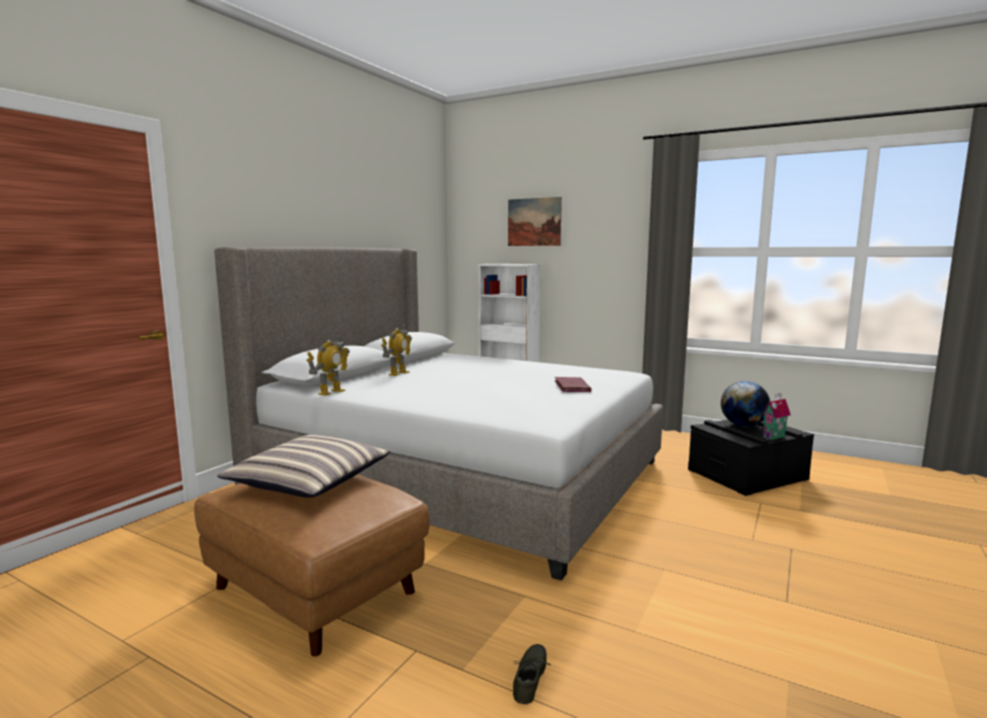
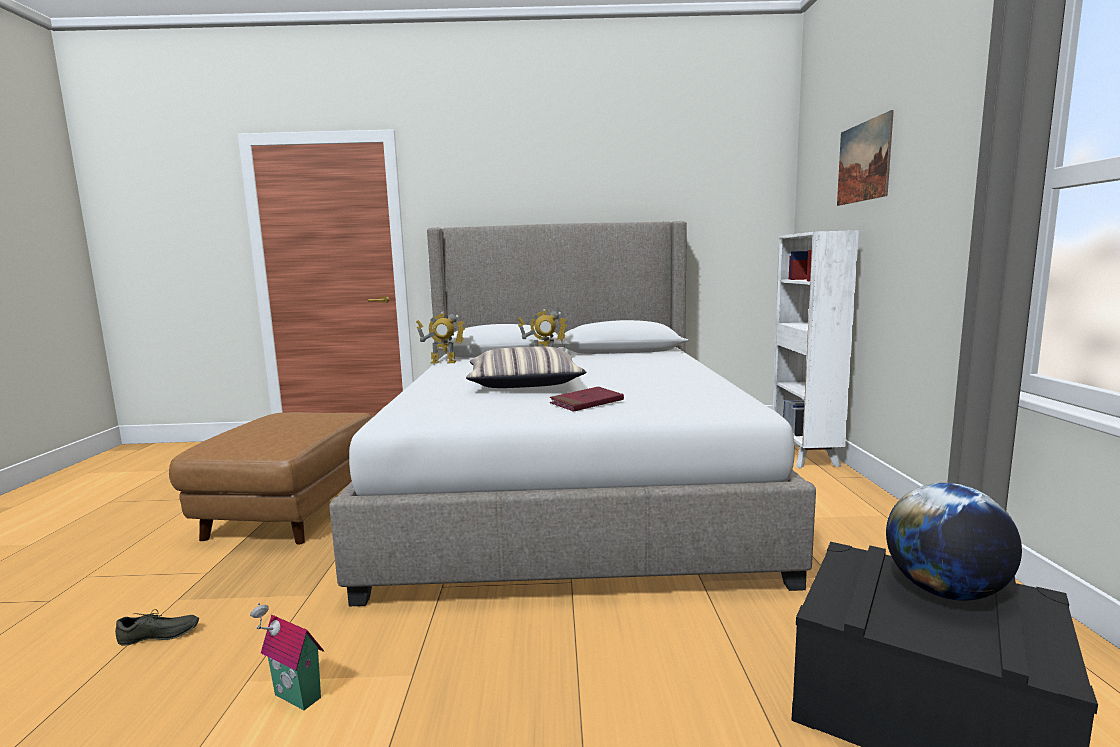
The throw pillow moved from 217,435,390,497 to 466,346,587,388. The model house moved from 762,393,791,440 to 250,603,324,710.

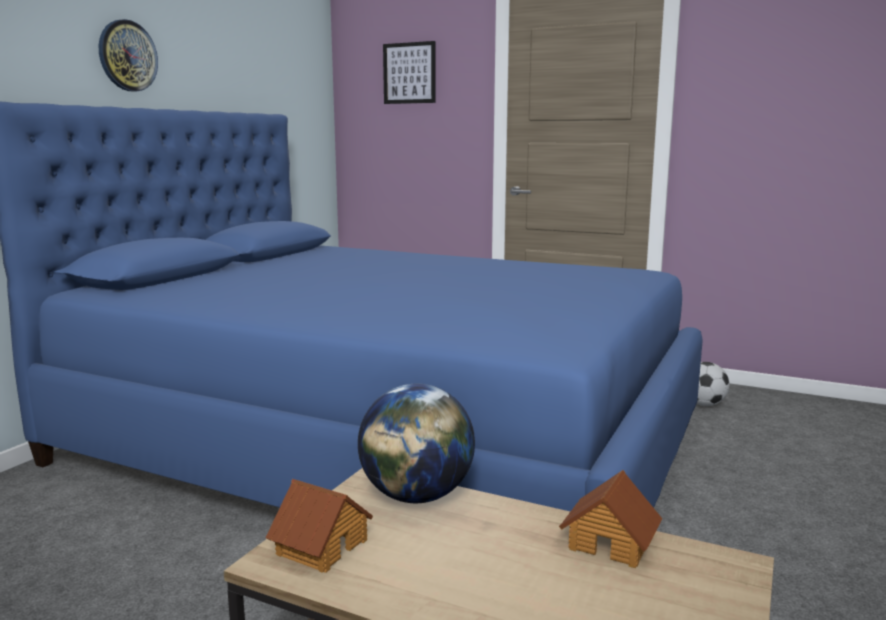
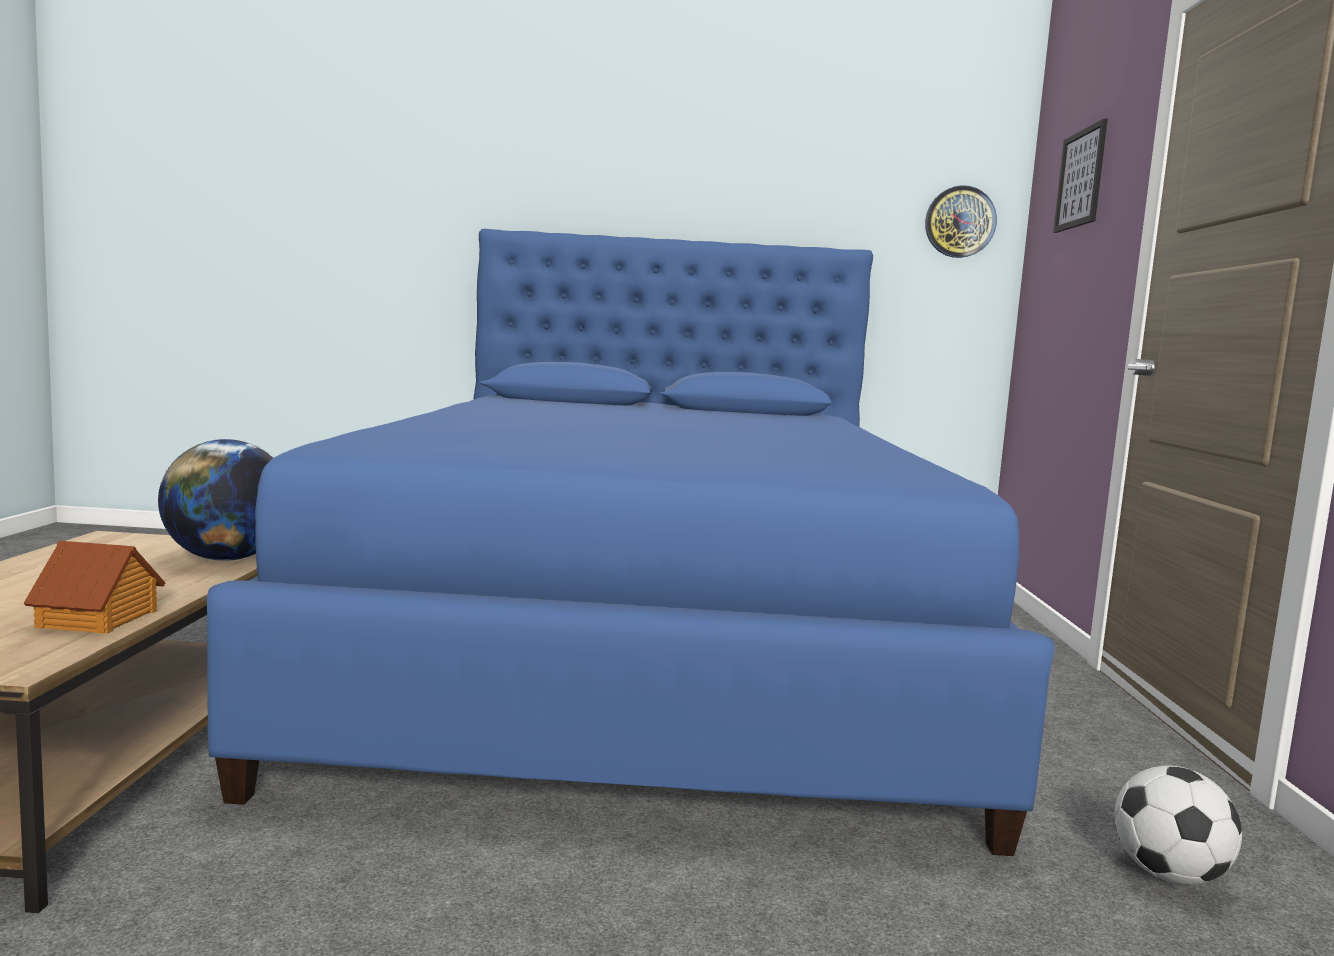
The hanging clock moved from 99,19,158,92 to 925,185,997,258. The model house at 266,479,373,573 disappeared.

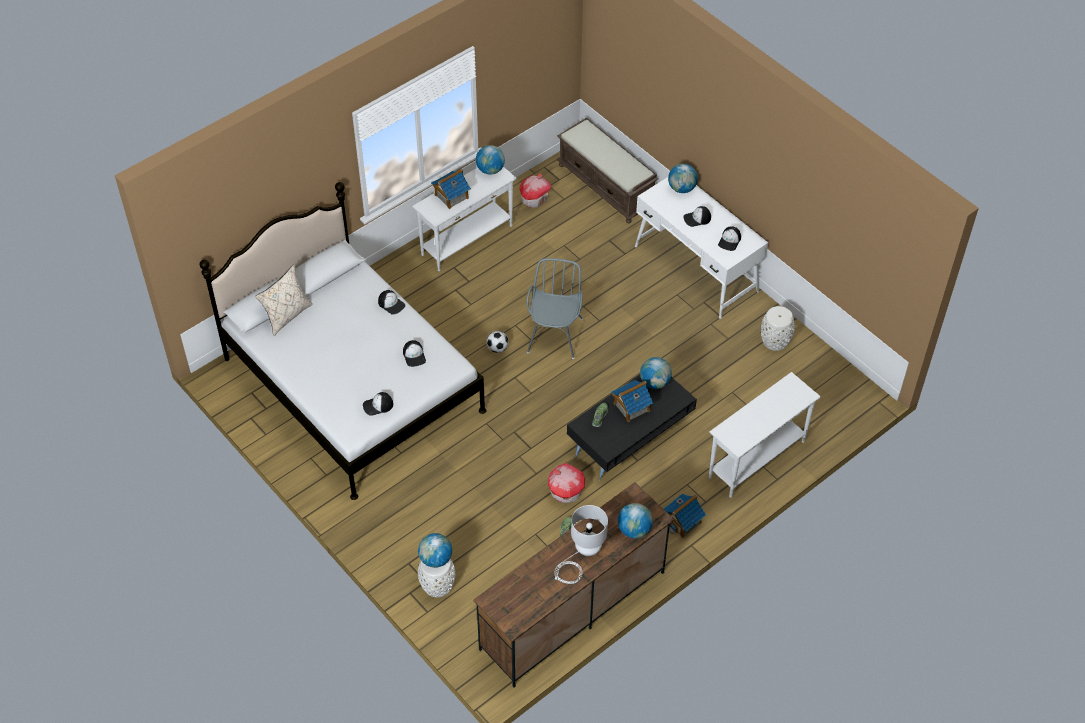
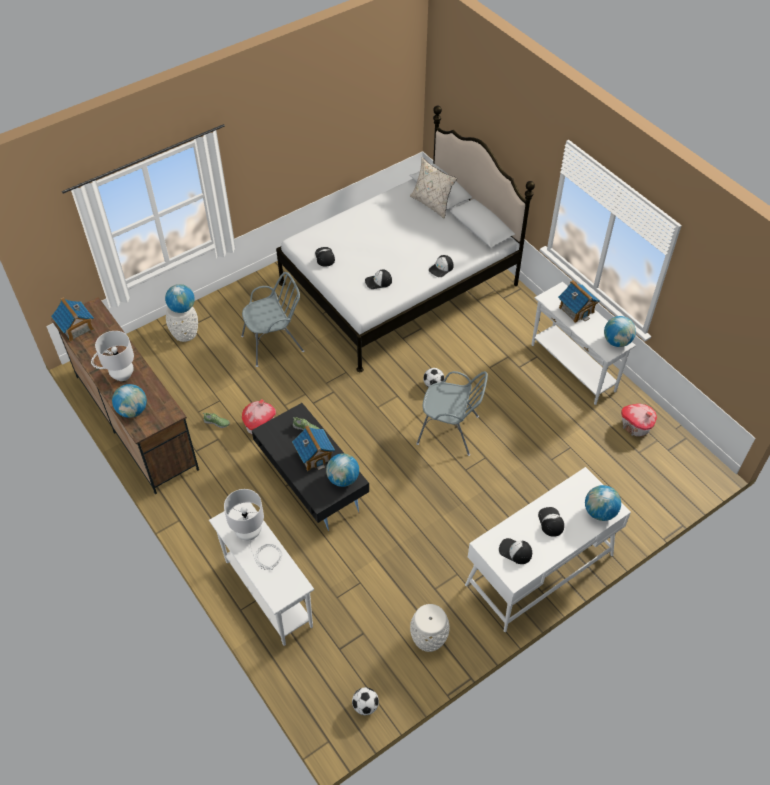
The indoor bench in brown at 557,117,658,223 disappeared. The model house moved from 663,494,706,538 to 51,298,94,342. The tabletop lamp in white at 224,489,282,570 appeared. The plain chair in gray at 241,272,304,367 appeared. The football ball at 352,687,379,715 appeared.

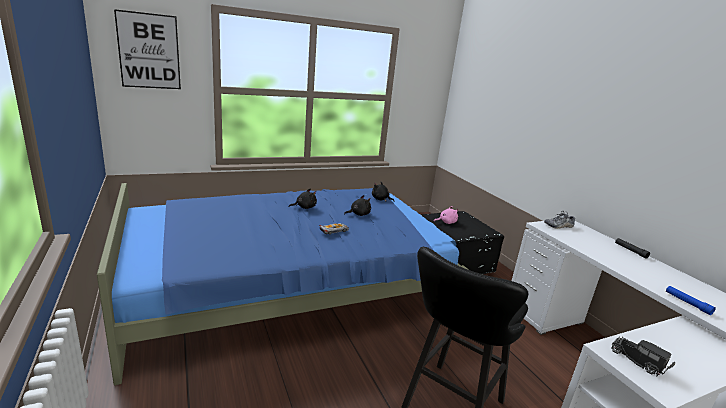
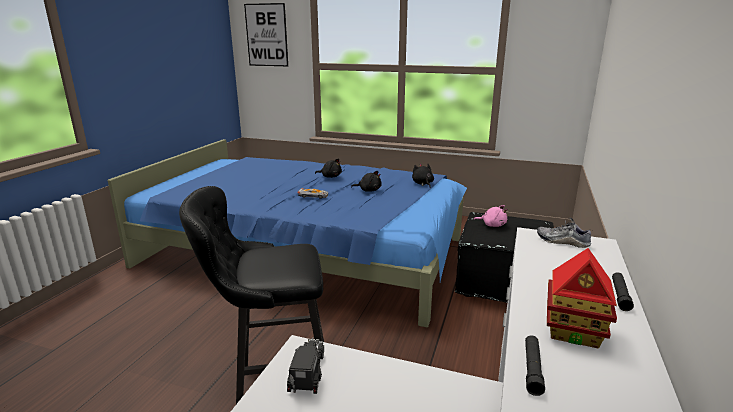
The flashlight in bluish at 666,286,716,315 became the flashlight in black-coloured at 525,335,545,396. The model house at 547,248,617,348 appeared.

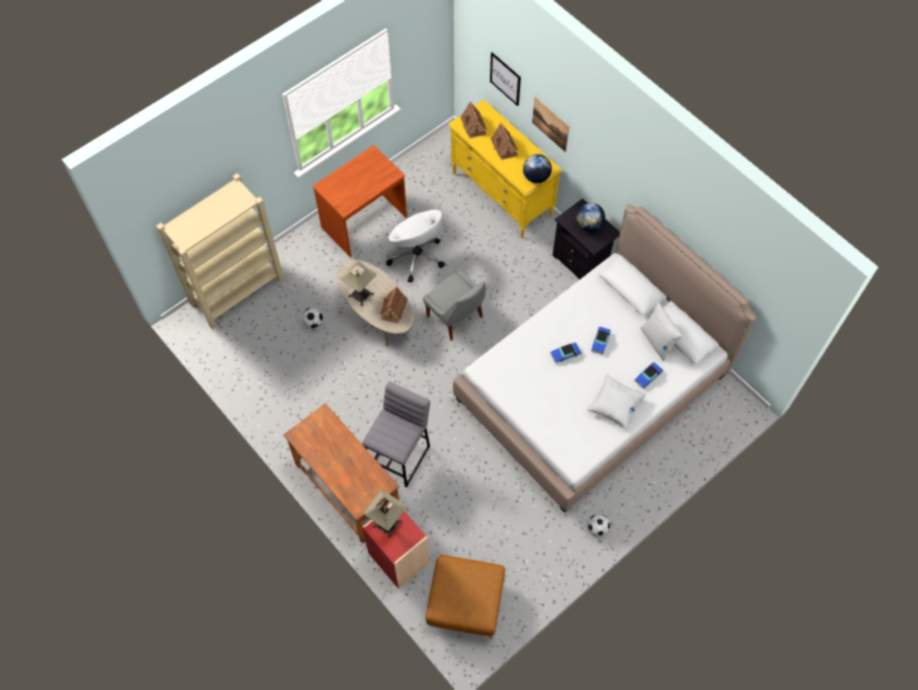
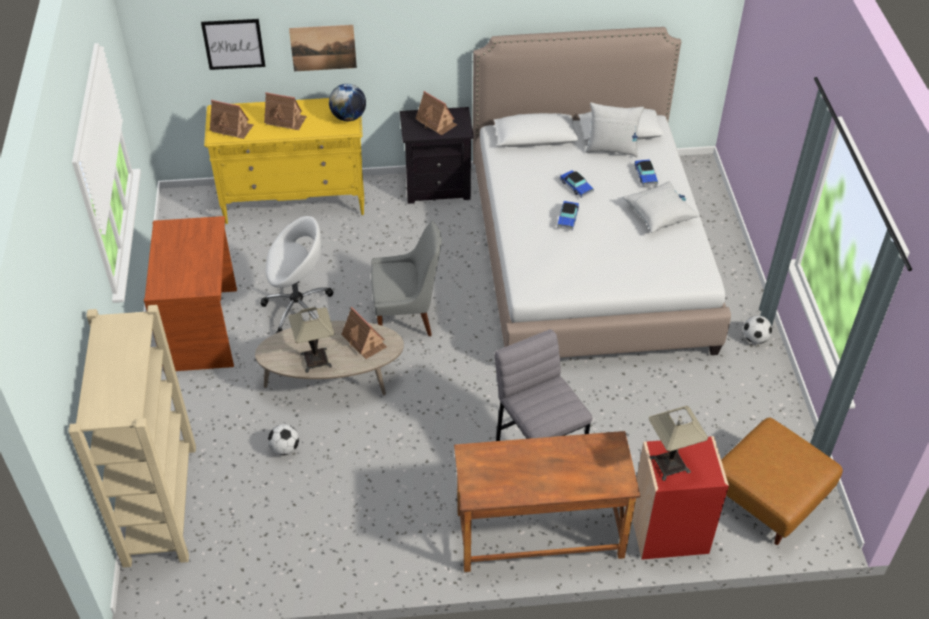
The desk globe at 576,203,605,232 was replaced by the model house at 415,91,457,135.

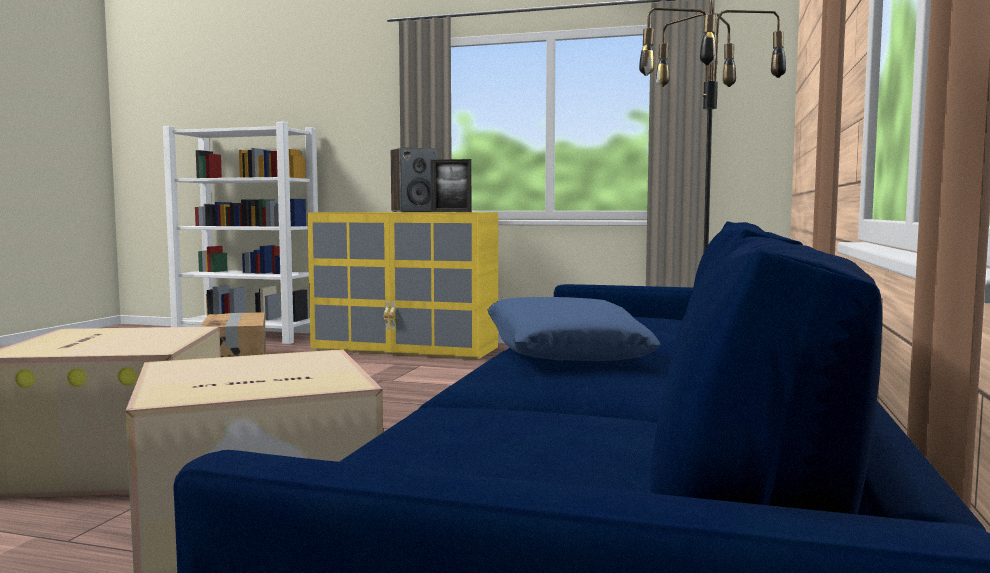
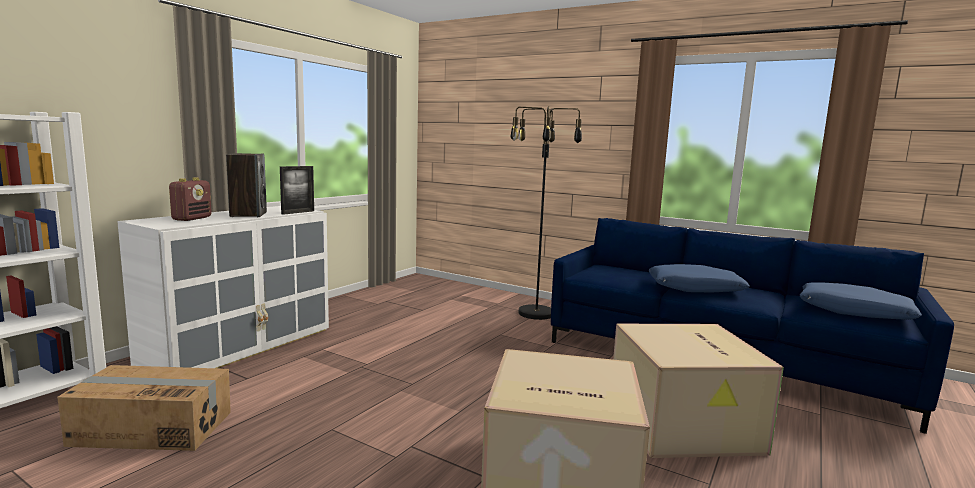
The cabinet in yellow at 307,212,498,360 became the cabinet in white at 117,206,329,368. The radio set at 169,177,212,221 appeared. The throw pillow in bluish at 800,282,922,320 appeared.

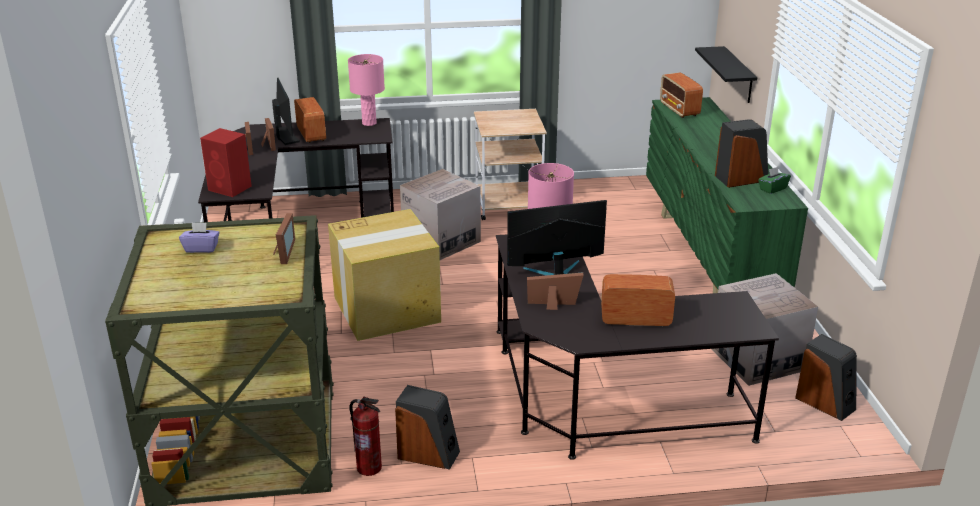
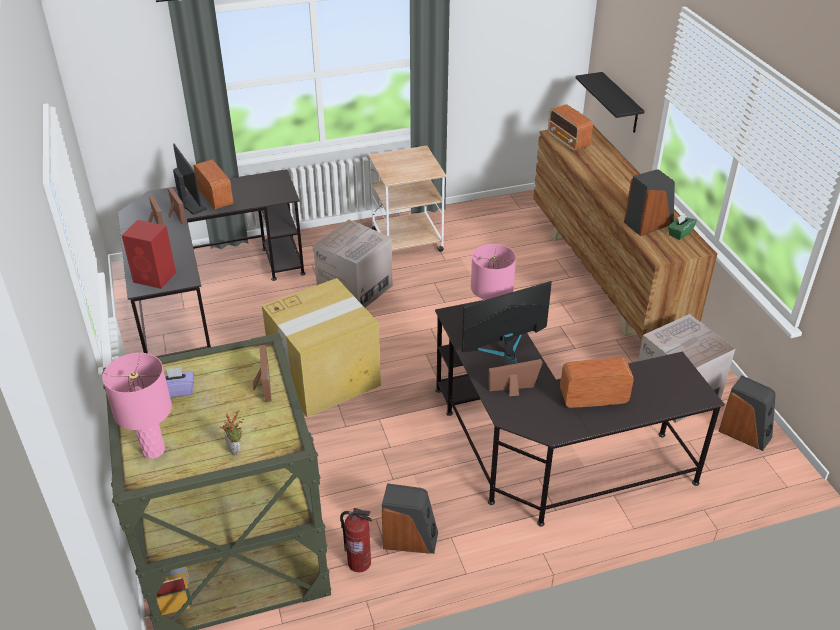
The tabletop lamp in pink moved from 348,54,385,126 to 102,353,172,459. The cabinet in green-coloured at 646,97,808,293 became the cabinet in brown at 533,125,717,340. The potted plant at 220,410,245,455 appeared.

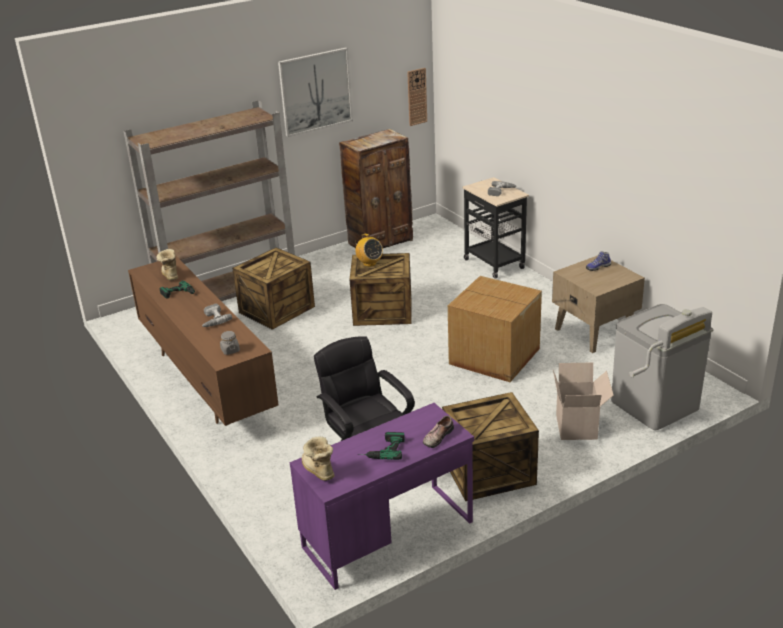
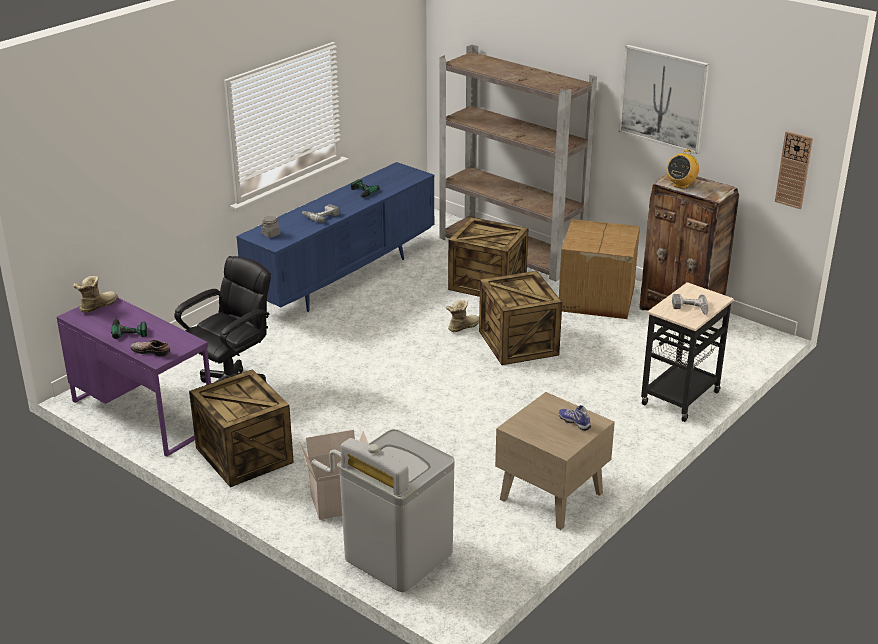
The cabinet in brown at 128,256,279,426 became the cabinet in bluish at 236,162,434,312. The boot moved from 157,249,178,280 to 446,300,479,332. The radio set moved from 355,234,383,267 to 667,149,699,188. The cardboard box moved from 448,276,542,382 to 559,219,640,319.

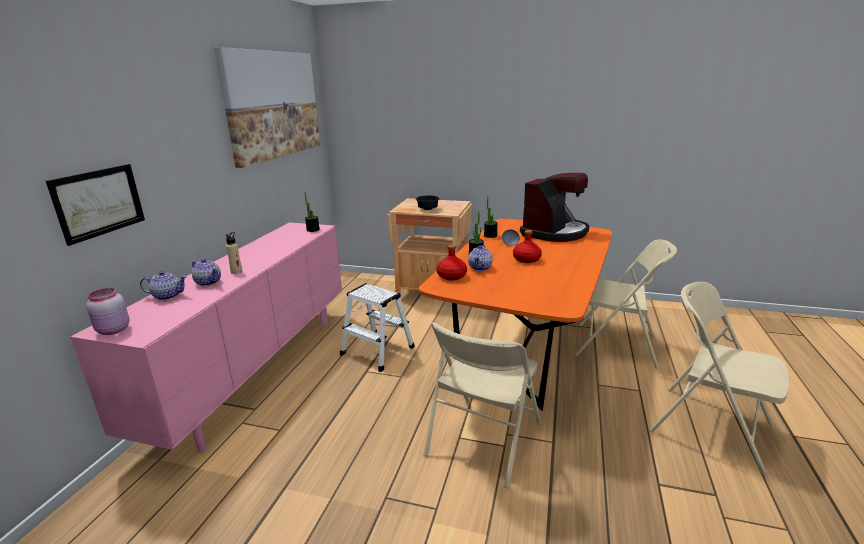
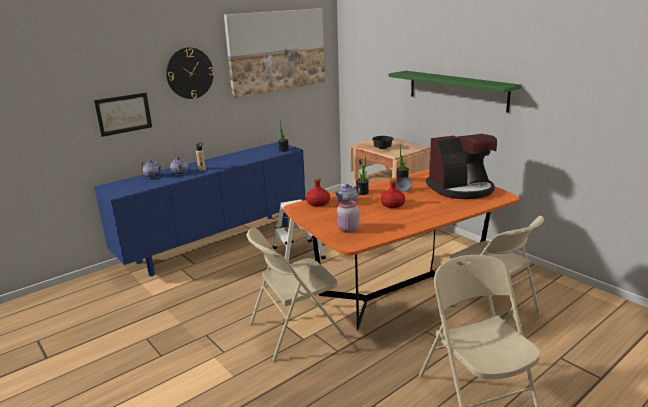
The cabinet in pink at 71,222,342,452 became the cabinet in bluish at 94,142,306,276. The preserve jar in pink moved from 86,288,130,335 to 337,200,359,232. The hanging clock at 166,47,214,99 appeared. The wall shelf in green-coloured at 389,71,522,113 appeared.

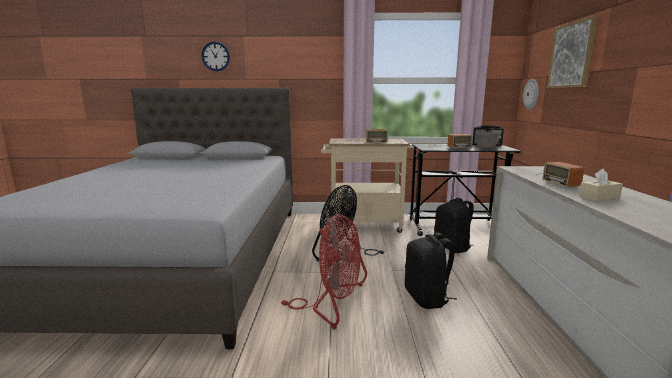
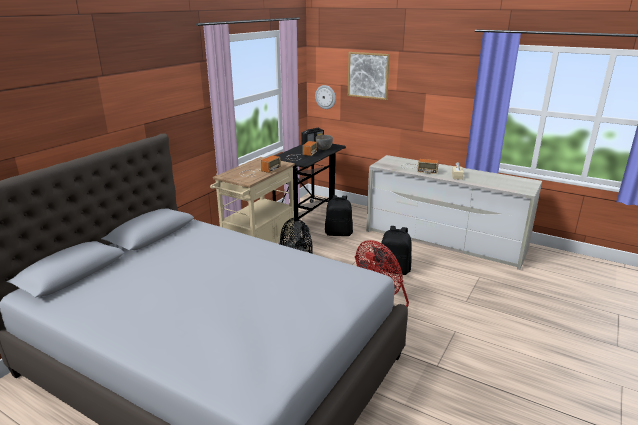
The hanging clock at 201,41,230,71 disappeared.

